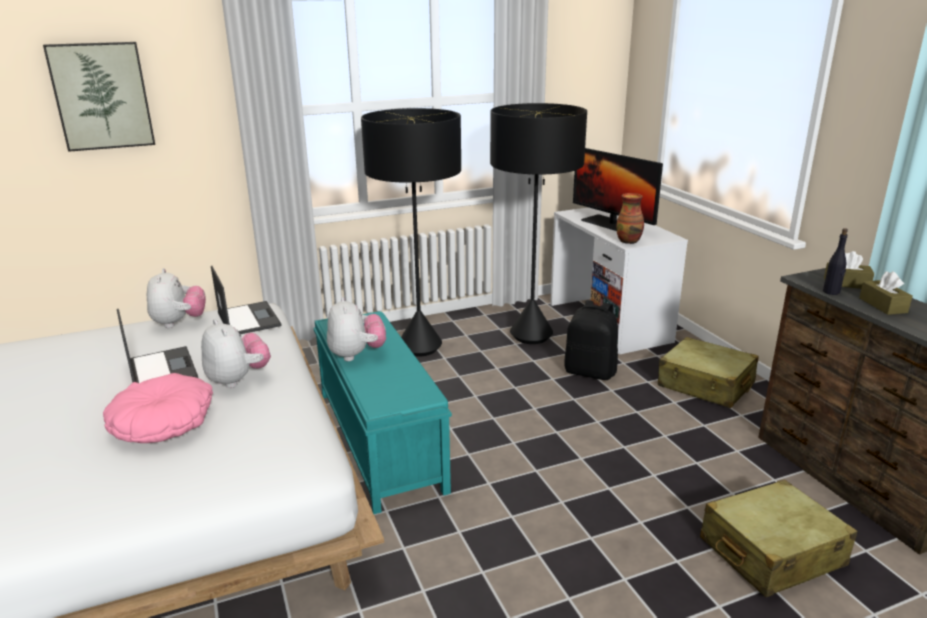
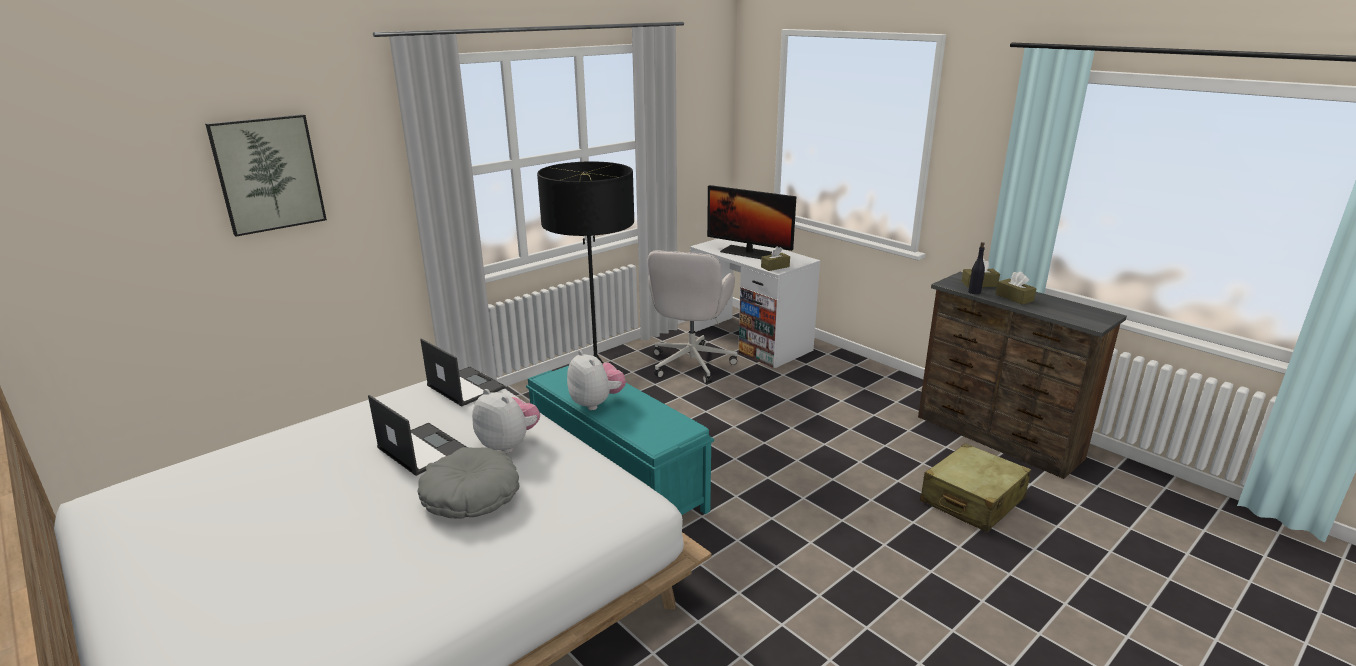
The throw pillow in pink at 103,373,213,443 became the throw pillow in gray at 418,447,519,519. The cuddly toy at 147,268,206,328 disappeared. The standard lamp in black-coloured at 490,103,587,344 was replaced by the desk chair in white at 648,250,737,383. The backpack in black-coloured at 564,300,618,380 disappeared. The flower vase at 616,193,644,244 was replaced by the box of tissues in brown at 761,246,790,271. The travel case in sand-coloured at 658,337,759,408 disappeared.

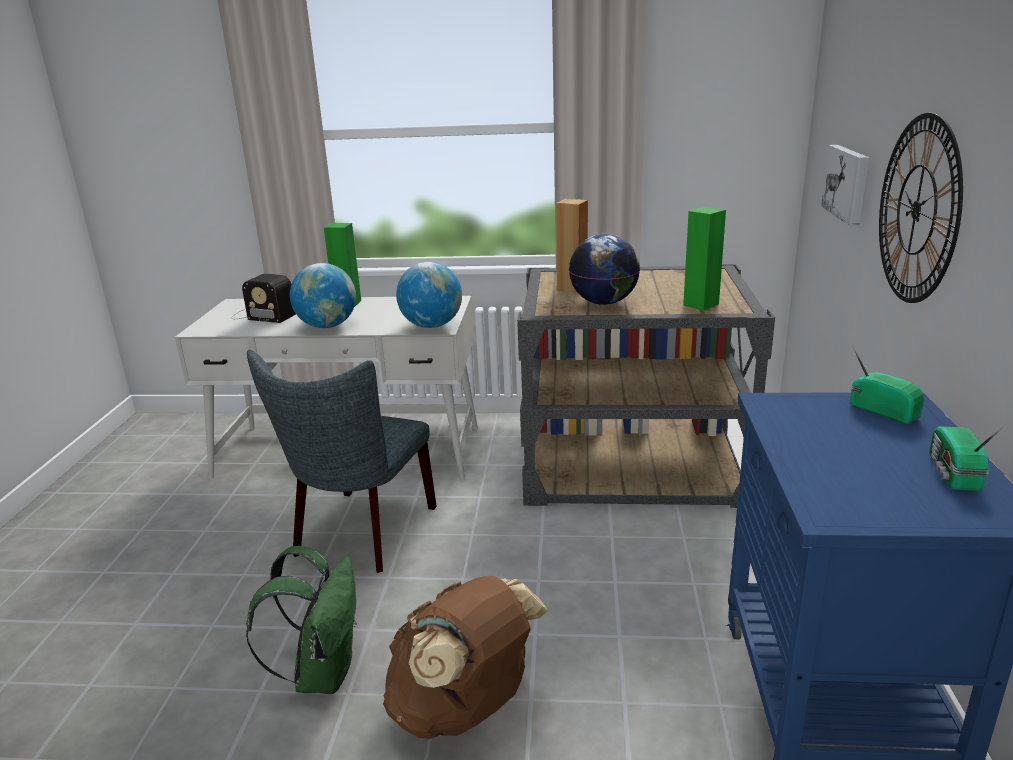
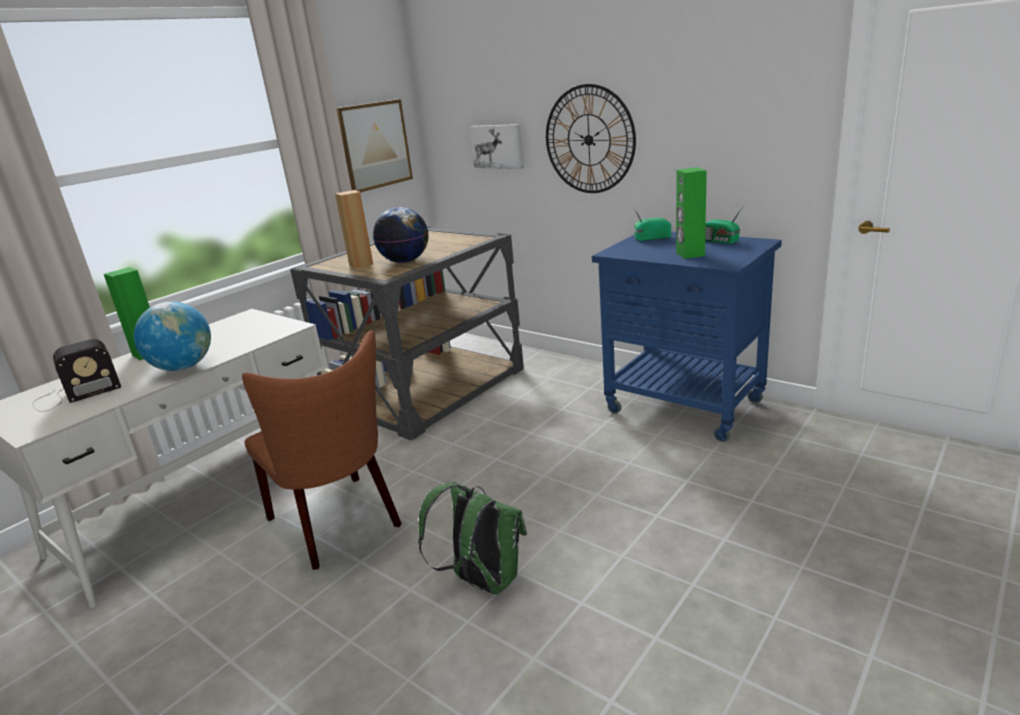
The plain chair in gray at 247,350,437,573 became the plain chair in brown at 242,330,401,570. The backpack in brown at 383,576,548,739 disappeared. The desk globe at 396,262,462,328 disappeared. The audio speaker in green-coloured moved from 683,207,726,310 to 676,167,707,259. The wall art at 336,99,413,192 appeared.

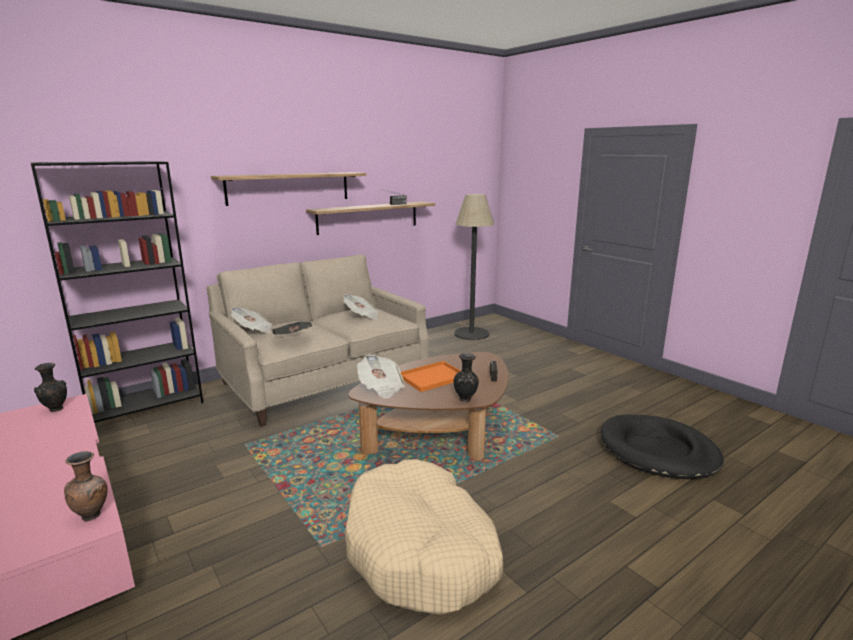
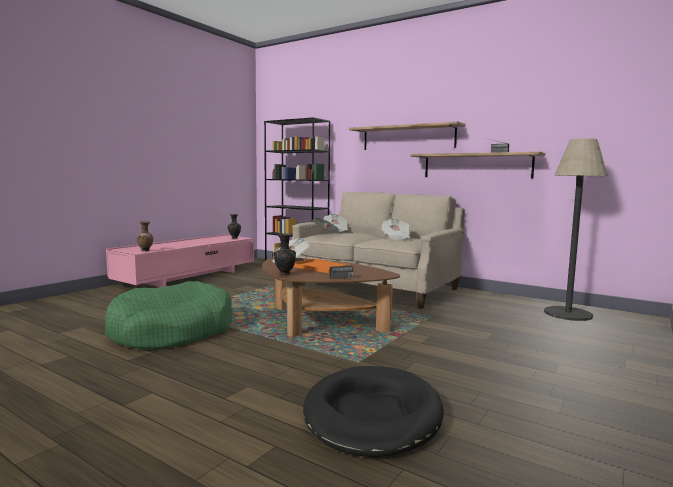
The dog cushion in sand-coloured at 345,459,503,615 became the dog cushion in green-coloured at 105,281,233,350.

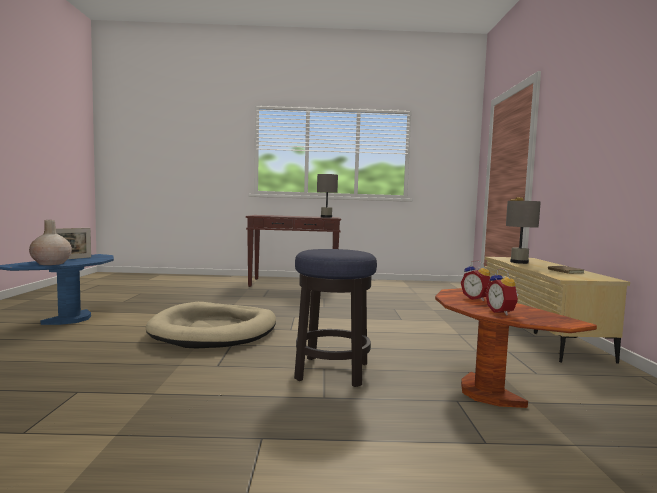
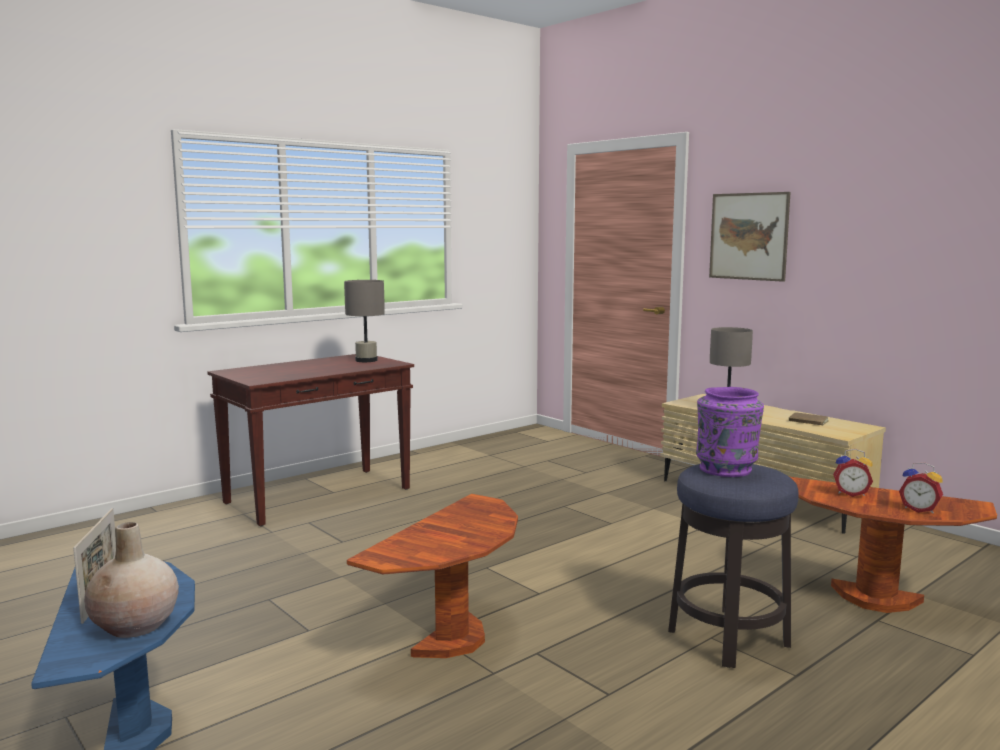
The dog cushion in sand-coloured at 146,302,276,348 was replaced by the side table in brown at 347,494,518,658. The flower vase in purplish at 696,387,764,477 appeared. The wall art at 709,192,791,282 appeared.

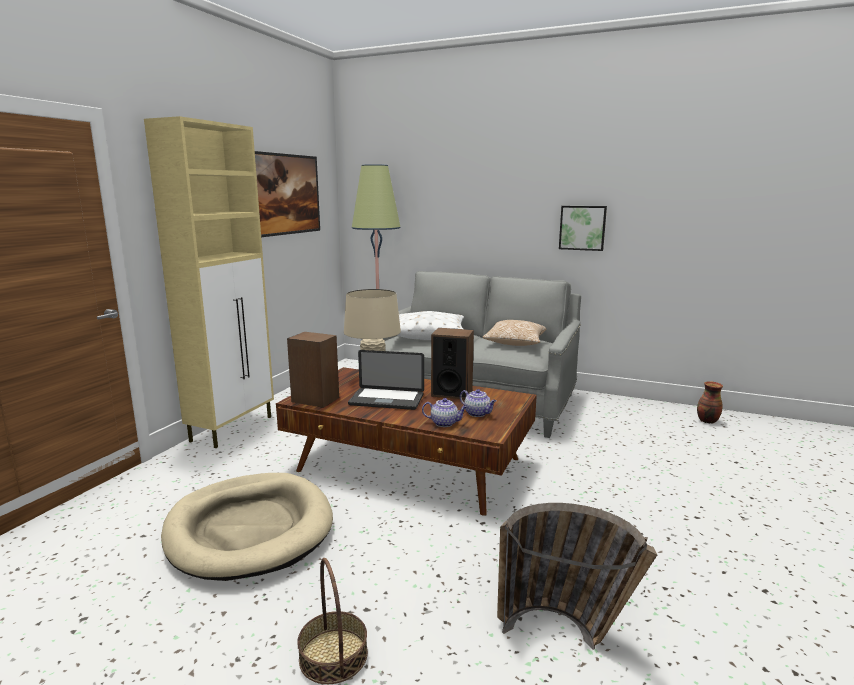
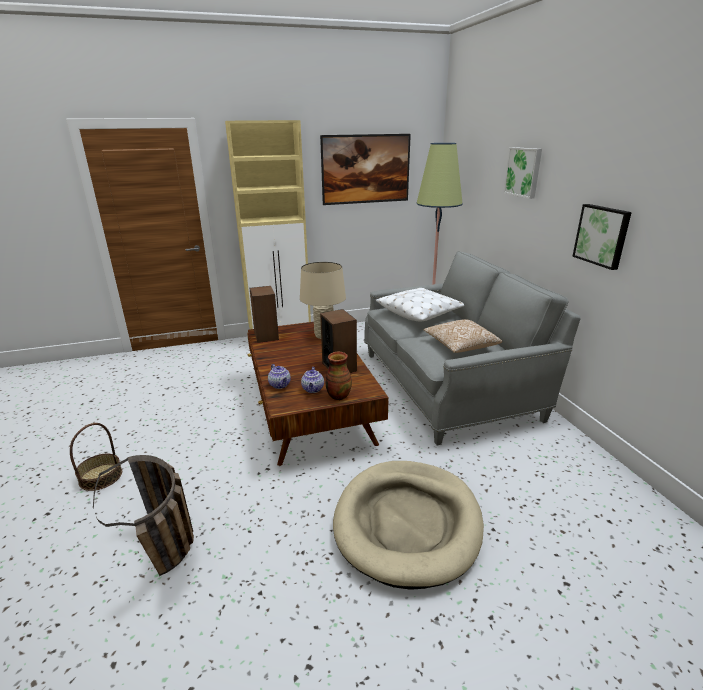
The dog cushion in sand-coloured moved from 161,473,333,581 to 333,461,484,590. The portable computer at 348,350,424,410 disappeared. The flower vase moved from 697,381,723,424 to 325,352,352,400. The wall art at 503,147,542,199 appeared.

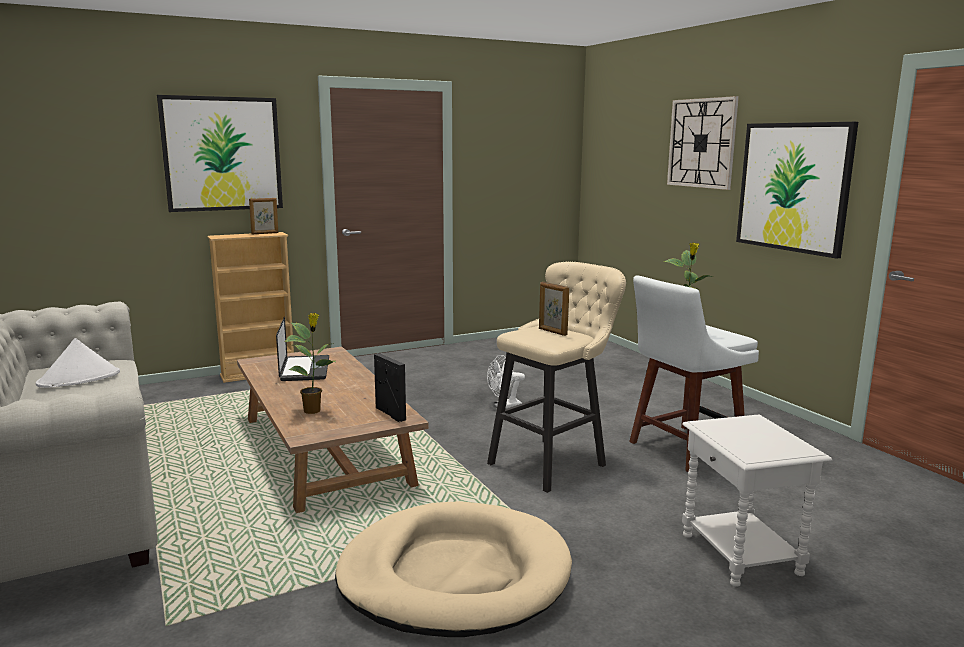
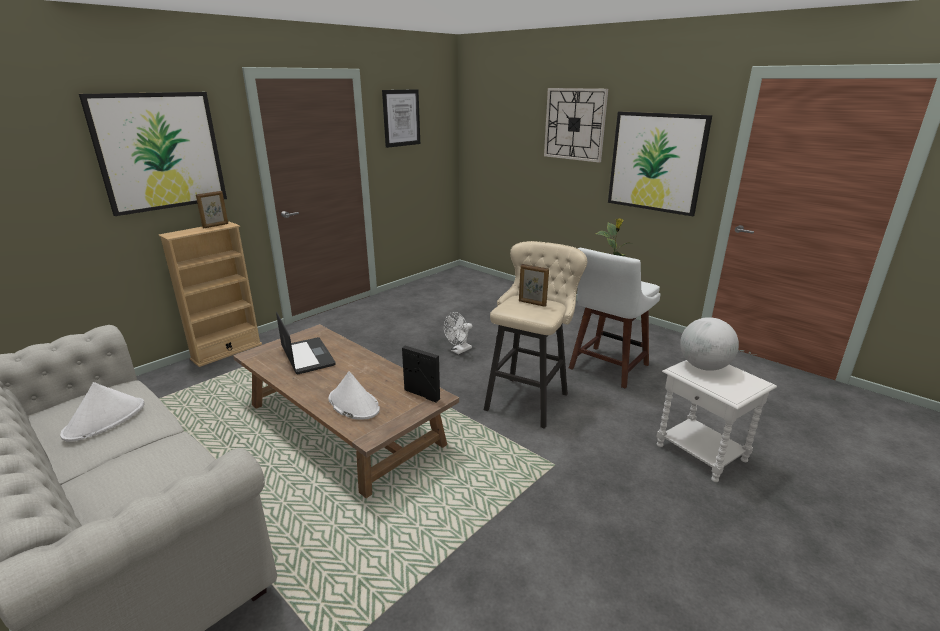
The potted plant at 284,313,336,414 was replaced by the wearable hat in white at 329,372,380,420. The dog cushion in sand-coloured at 335,501,572,637 disappeared. The wall art at 382,89,420,148 appeared. The desk globe at 680,317,739,371 appeared.

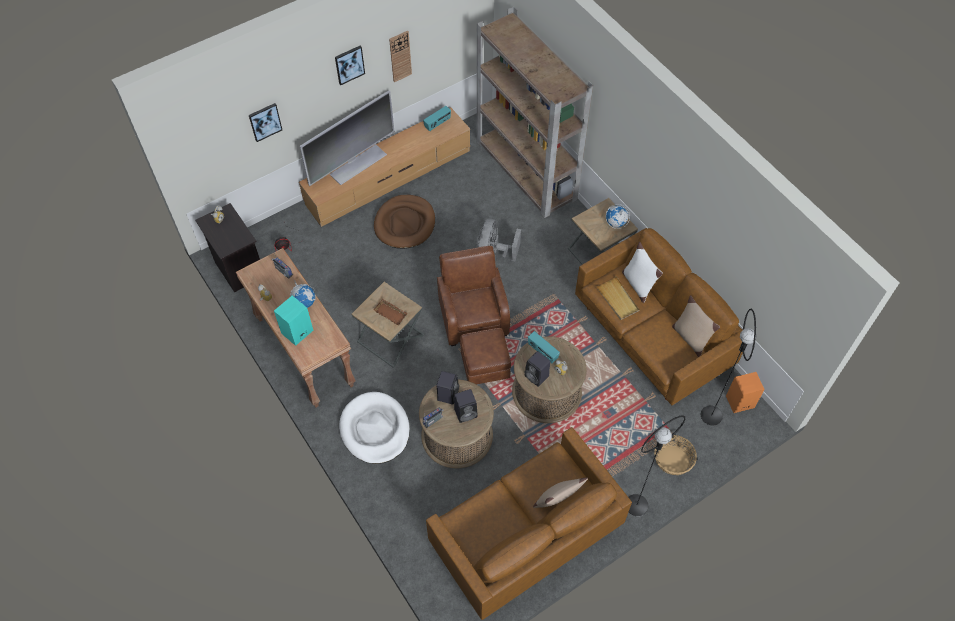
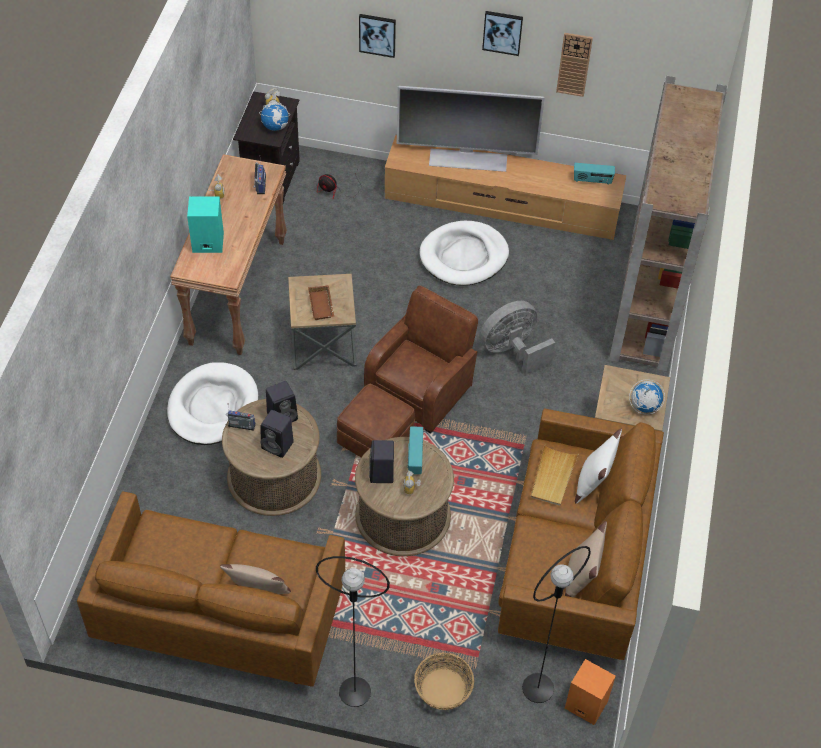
The desk globe moved from 290,280,316,308 to 259,93,290,131. The dog cushion in brown at 374,195,435,249 became the dog cushion in white at 420,221,509,286.

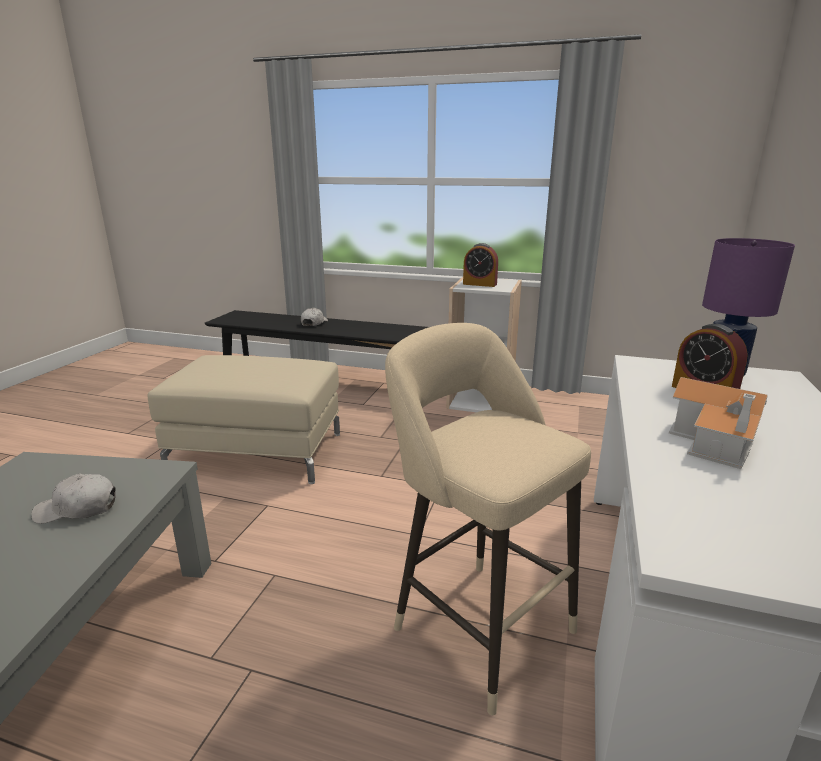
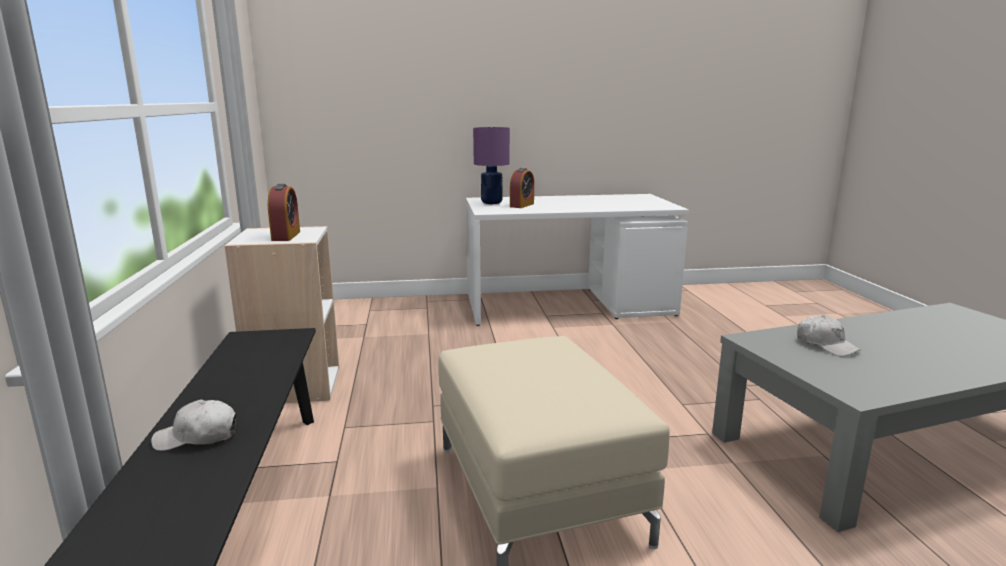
The stool in sand-coloured at 385,323,591,715 disappeared. The model house at 669,377,768,469 disappeared.

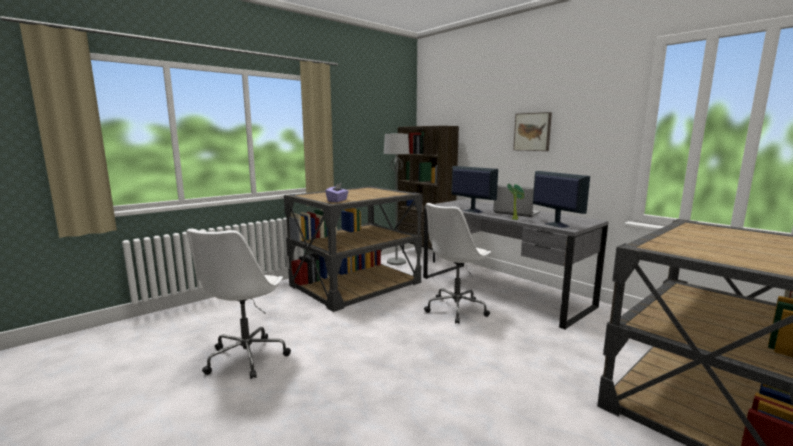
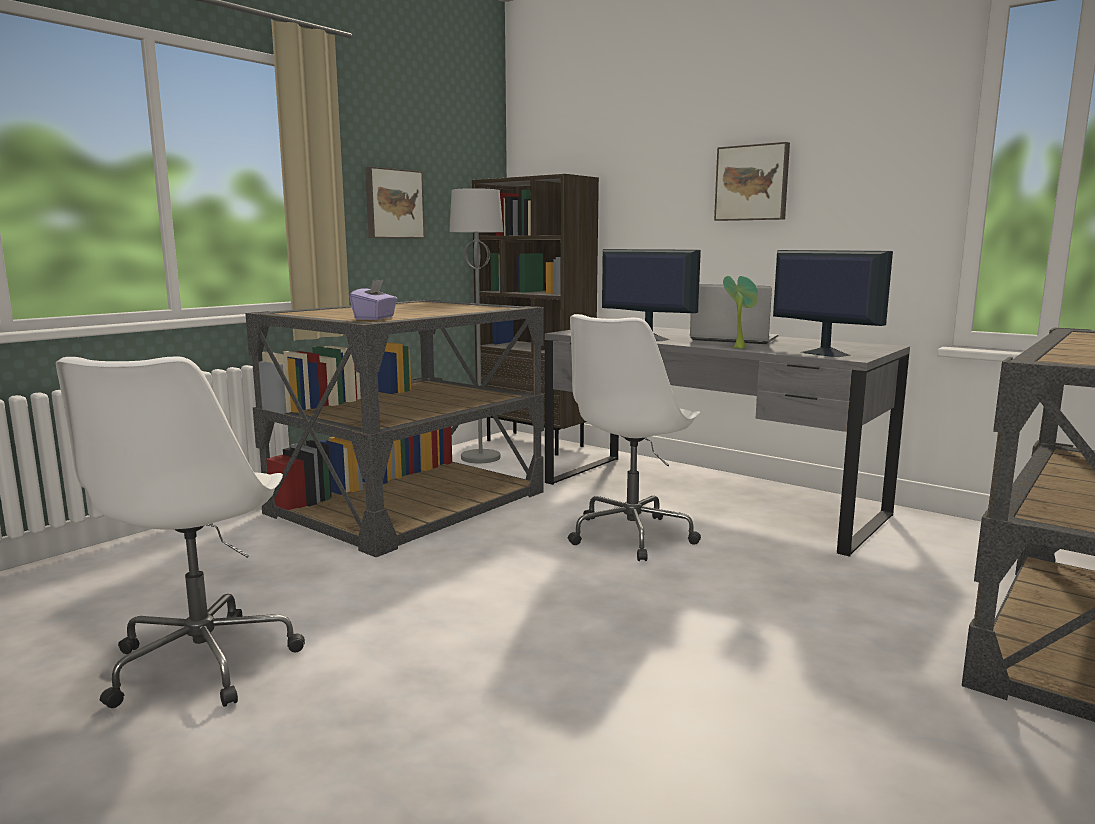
The wall art at 365,166,425,238 appeared.

